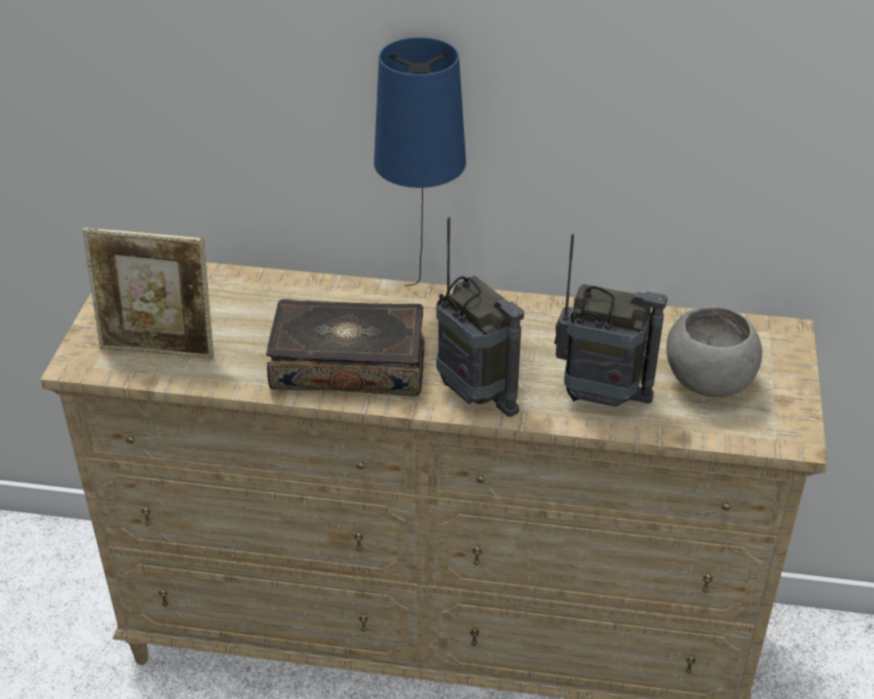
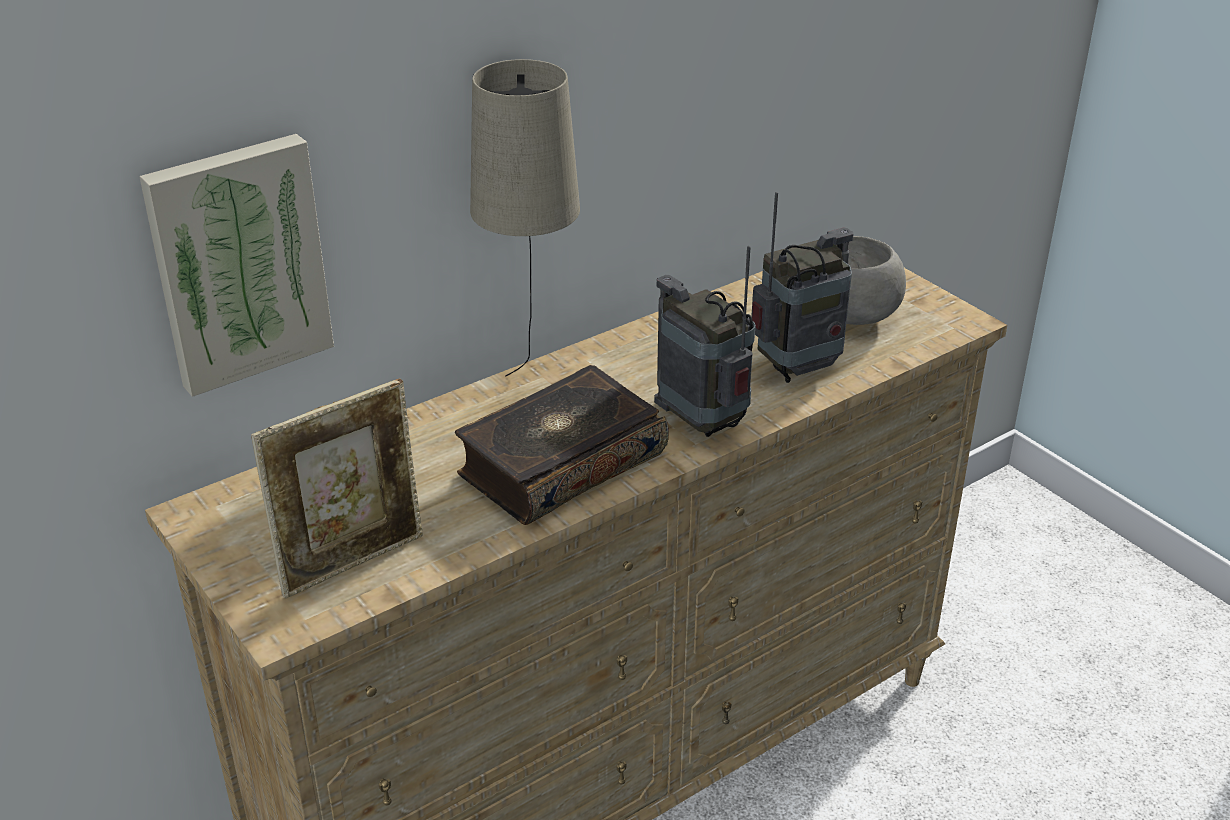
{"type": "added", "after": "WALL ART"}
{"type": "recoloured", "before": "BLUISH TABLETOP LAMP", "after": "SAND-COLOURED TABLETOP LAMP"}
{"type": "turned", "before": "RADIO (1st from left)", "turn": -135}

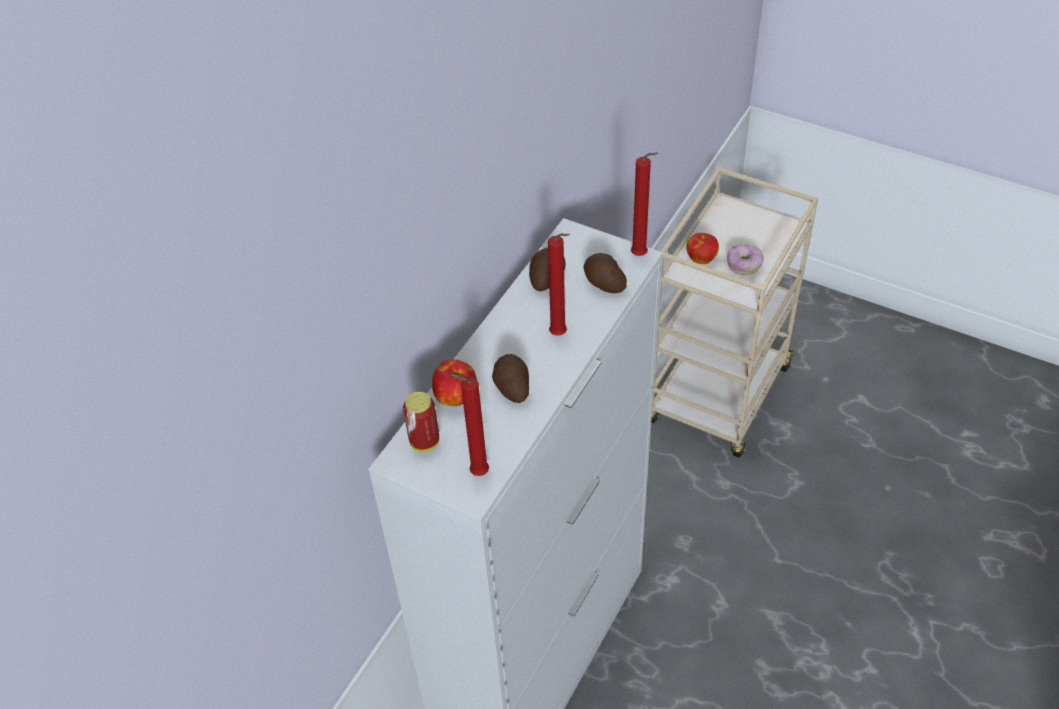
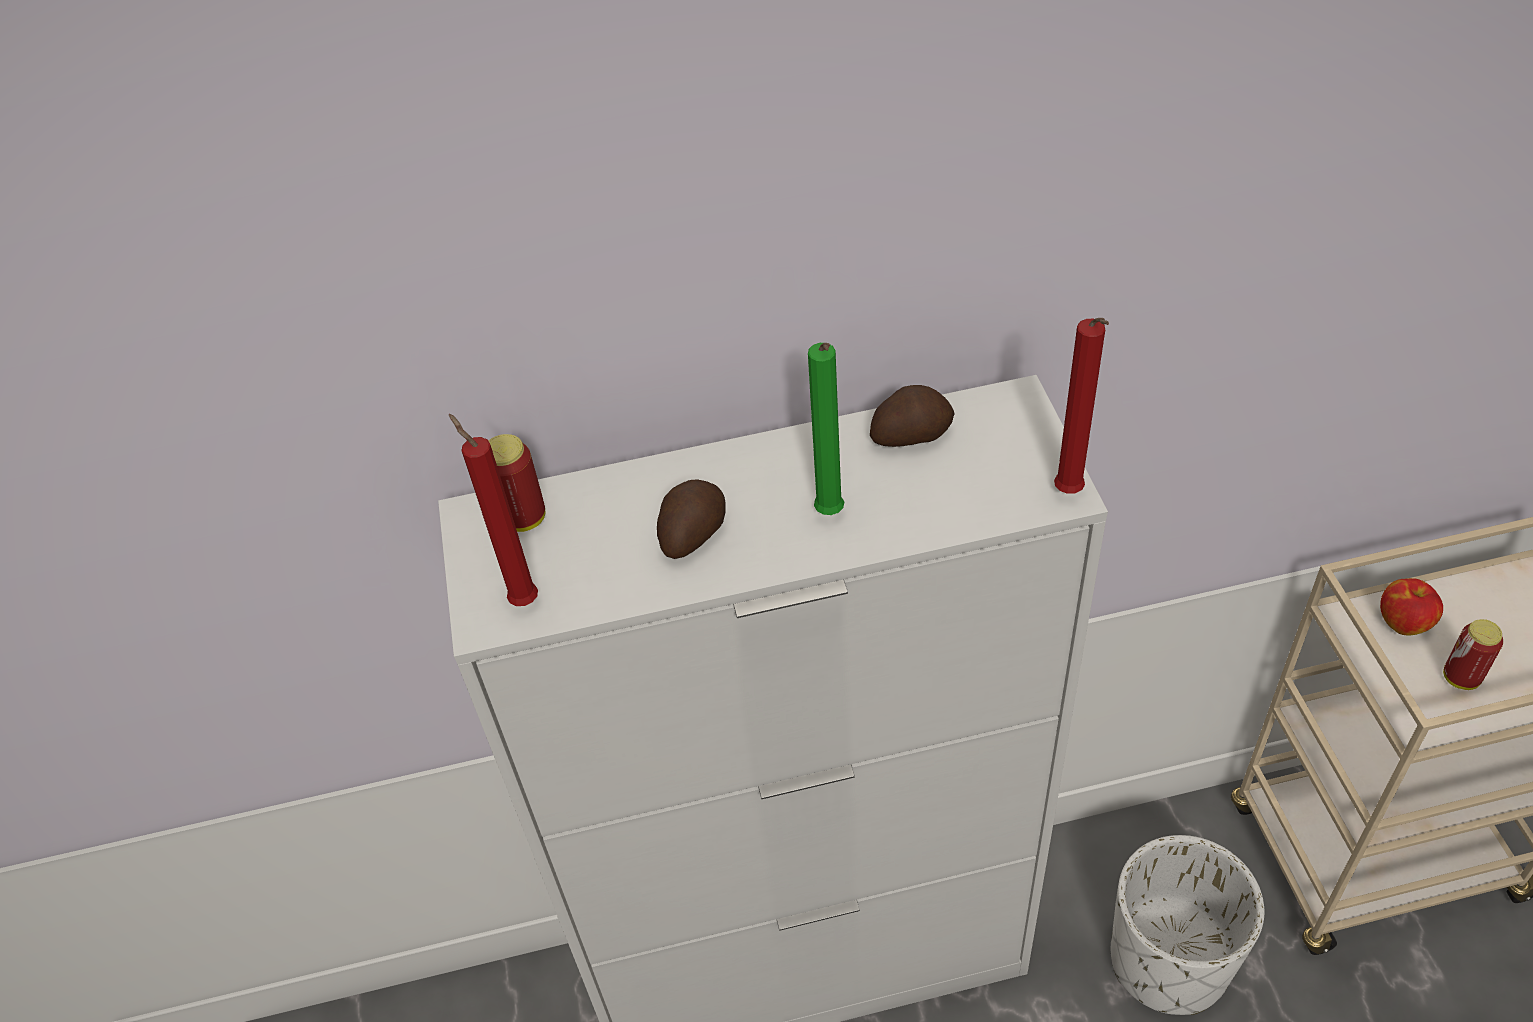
{"type": "removed", "before": "WHOLE APPLE (1st from left)"}
{"type": "removed", "before": "SPUD (3rd from left)"}
{"type": "added", "after": "WHITISH PLANTER"}
{"type": "replaced", "before": "DOUGHNUT", "after": "METAL CAN (2nd from left)"}
{"type": "recoloured", "before": "RED-COLOURED CANDLE (2nd from left)", "after": "GREEN-COLOURED CANDLE"}

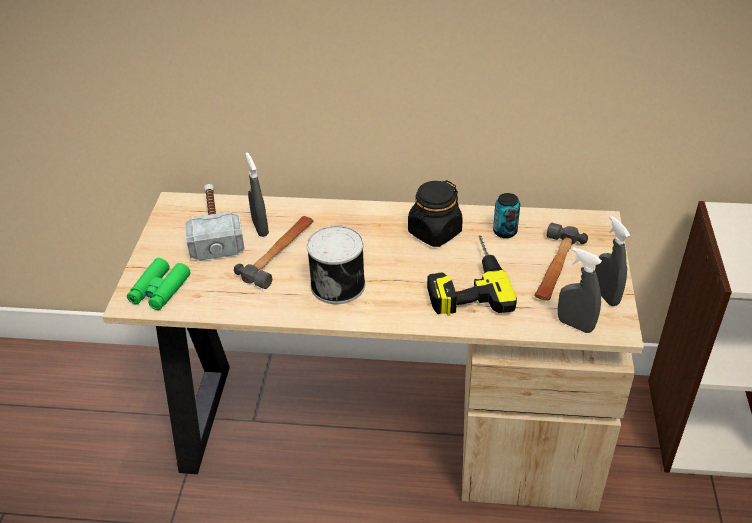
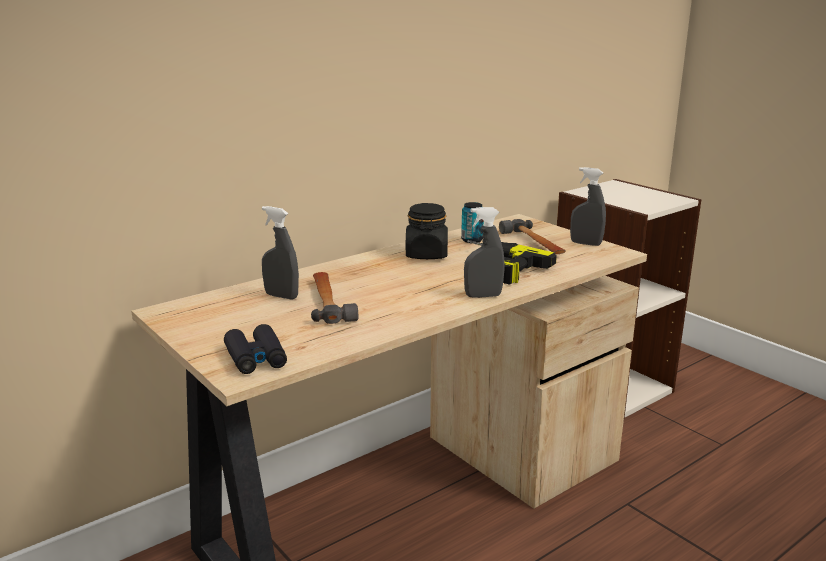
{"type": "removed", "before": "HAMMER (1st from left)"}
{"type": "removed", "before": "METAL CAN (1st from left)"}
{"type": "moved", "before": "GREYISH SPRAY BOTTLE (2nd from left)"}
{"type": "recoloured", "before": "GREEN-COLOURED FIELD GLASSES", "after": "BLACK FIELD GLASSES"}

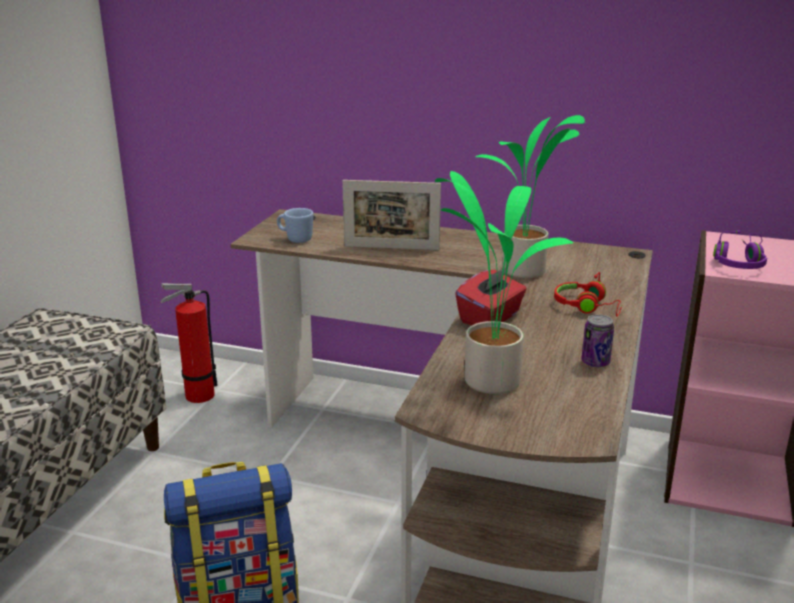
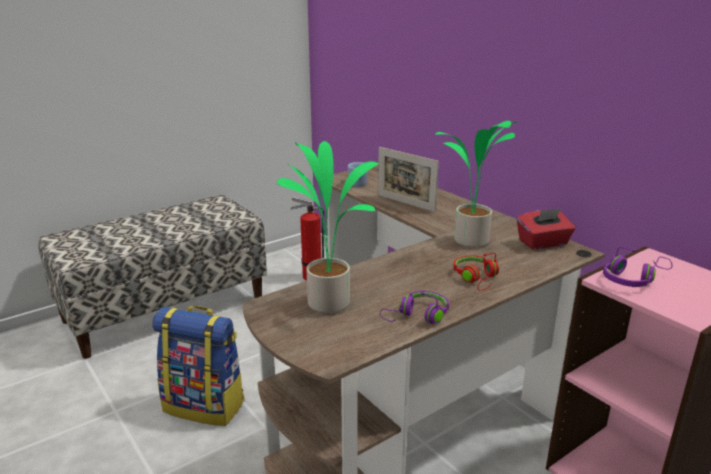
{"type": "moved", "before": "RED-COLOURED TISSUE HOLDER"}
{"type": "replaced", "before": "METAL CAN", "after": "PURPLE HEADPHONES (1st from left)"}

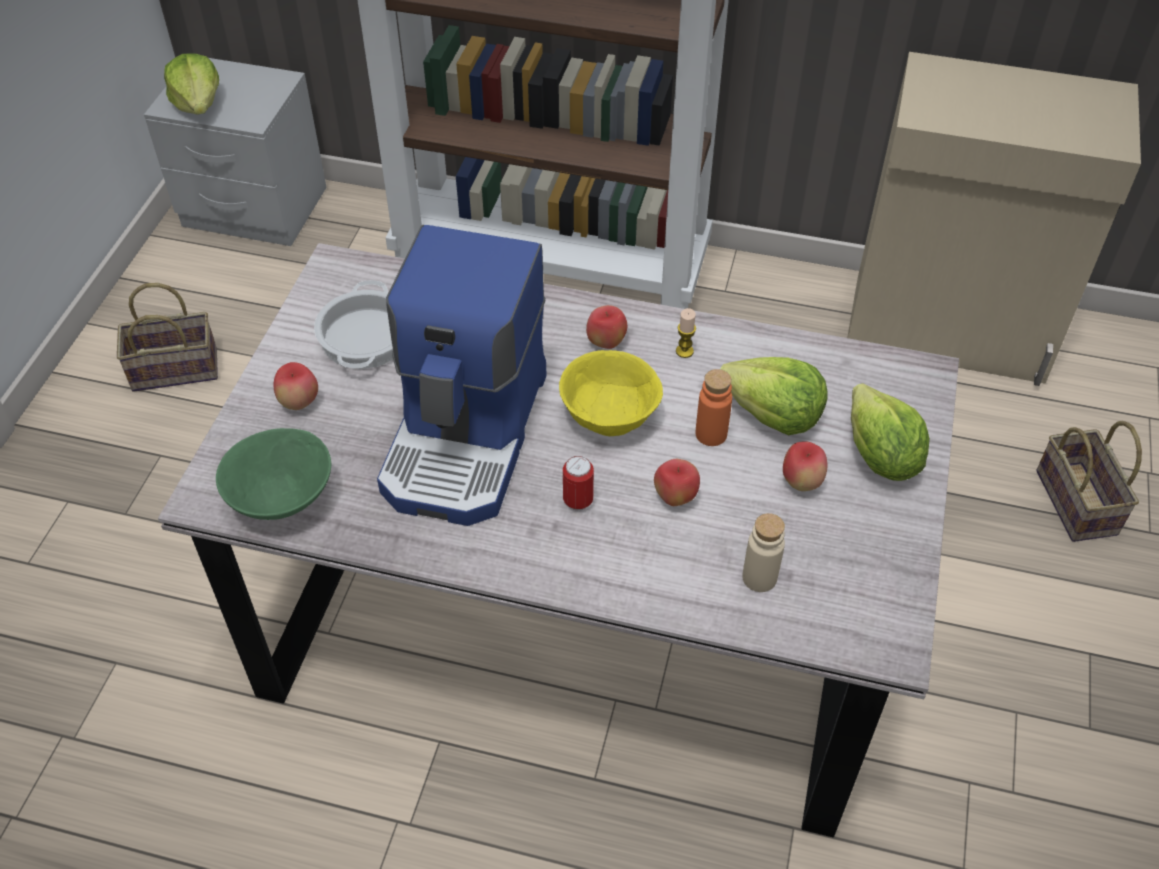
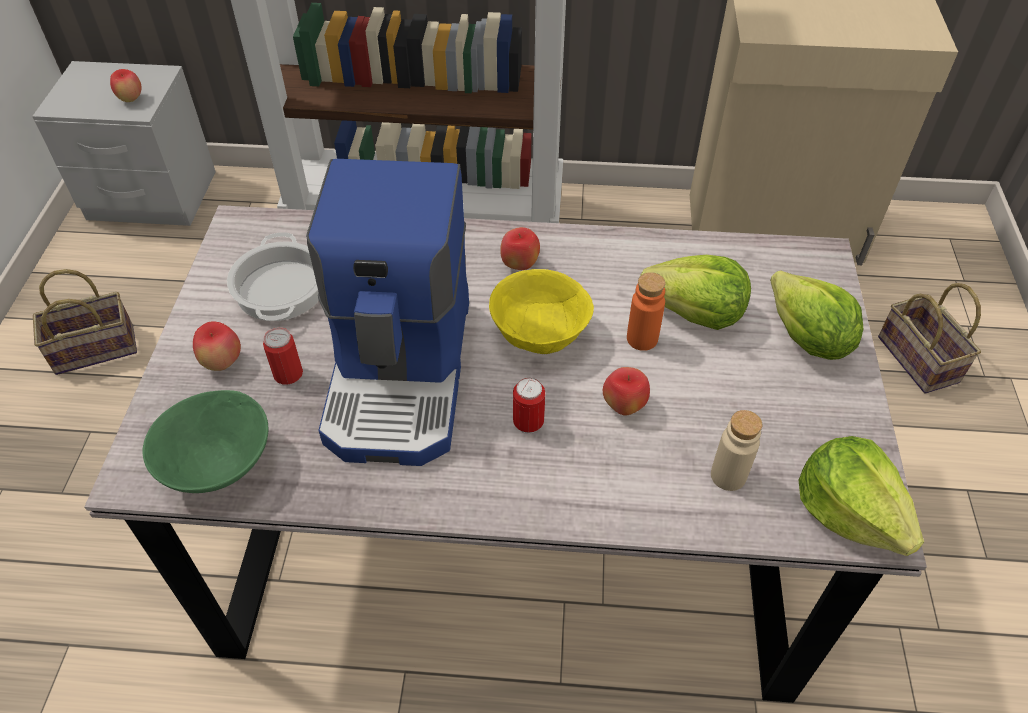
{"type": "removed", "before": "CANDLE"}
{"type": "added", "after": "METAL CAN (1st from left)"}
{"type": "moved", "before": "LETTUCE HEAD (1st from left in the first image)", "after": "LETTUCE HEAD (3rd from left)"}
{"type": "moved", "before": "WHOLE APPLE (4th from left in the first image)", "after": "WHOLE APPLE (1st from left)"}

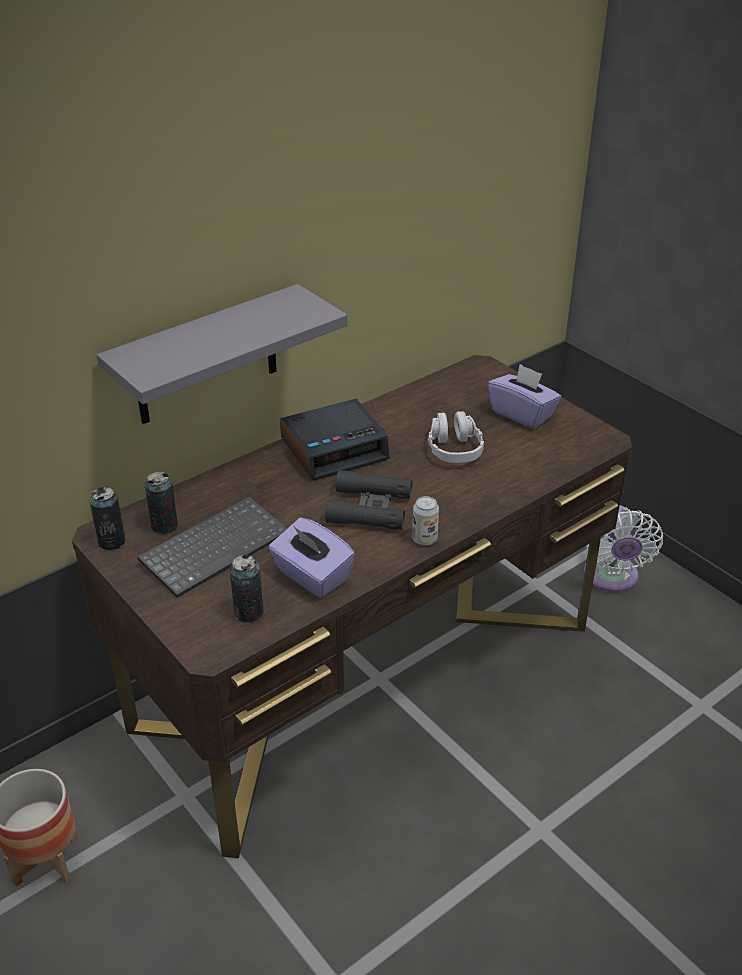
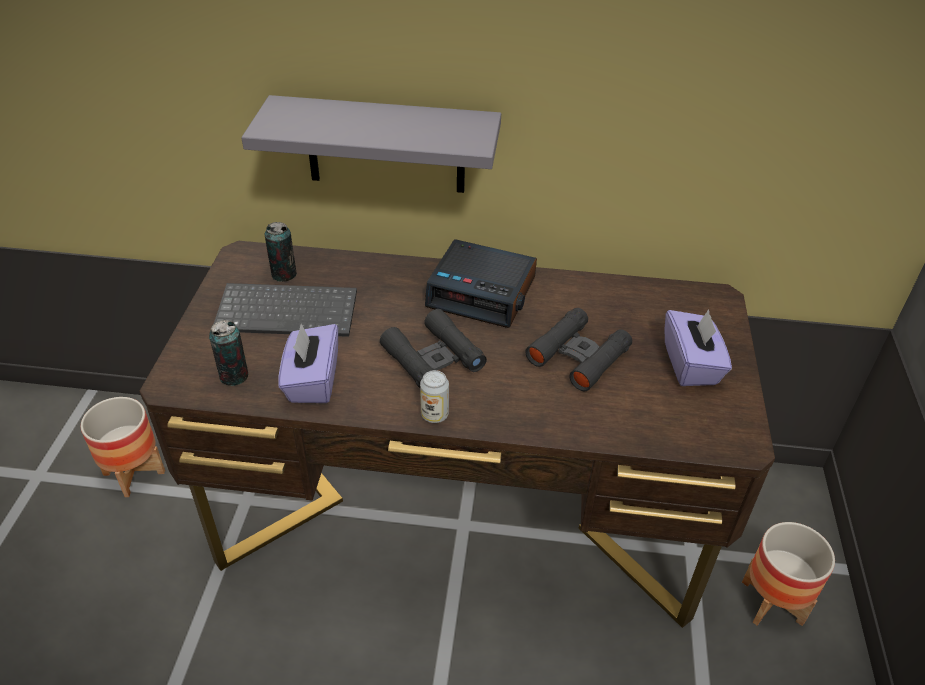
{"type": "removed", "before": "METAL CAN (1st from left)"}
{"type": "replaced", "before": "GREYISH HEADPHONES", "after": "BLACK FIELD GLASSES (2nd from left)"}
{"type": "replaced", "before": "WHITISH FAN", "after": "PLANTER (2nd from left)"}

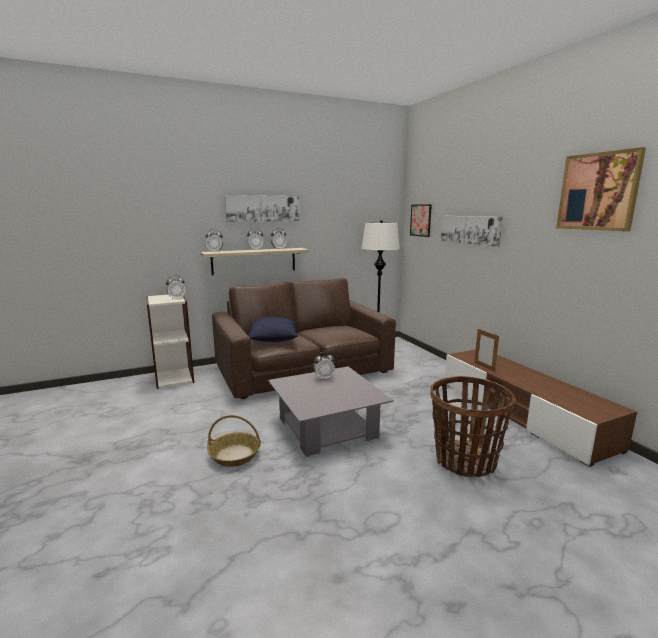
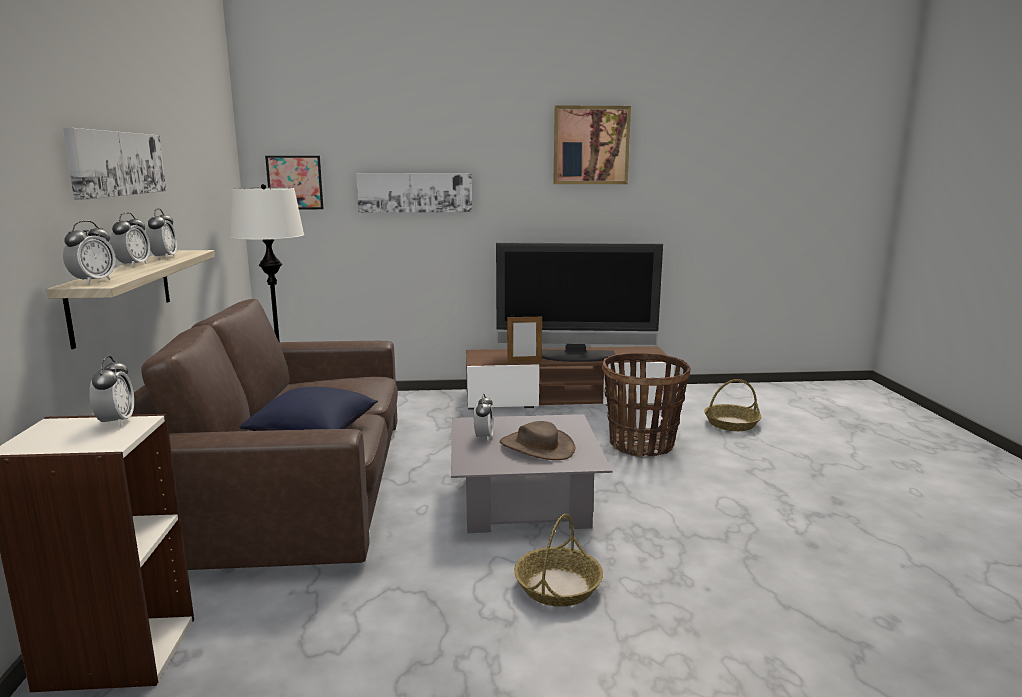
{"type": "added", "after": "TV SET"}
{"type": "added", "after": "BROWN-COLOURED WEARABLE HAT"}
{"type": "added", "after": "STORAGE BASKET (3rd from left)"}

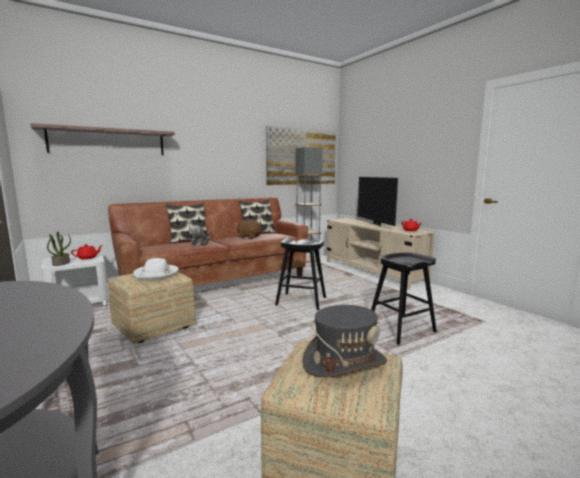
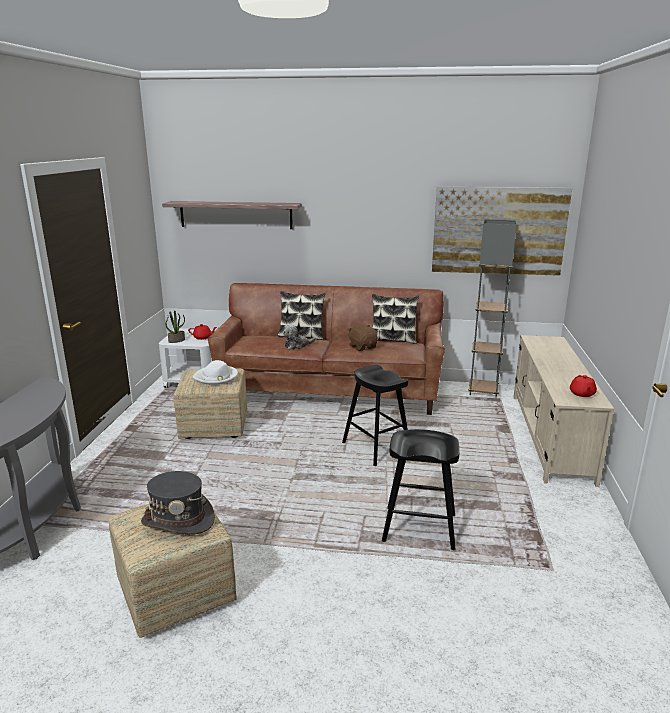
{"type": "removed", "before": "TV SET"}

